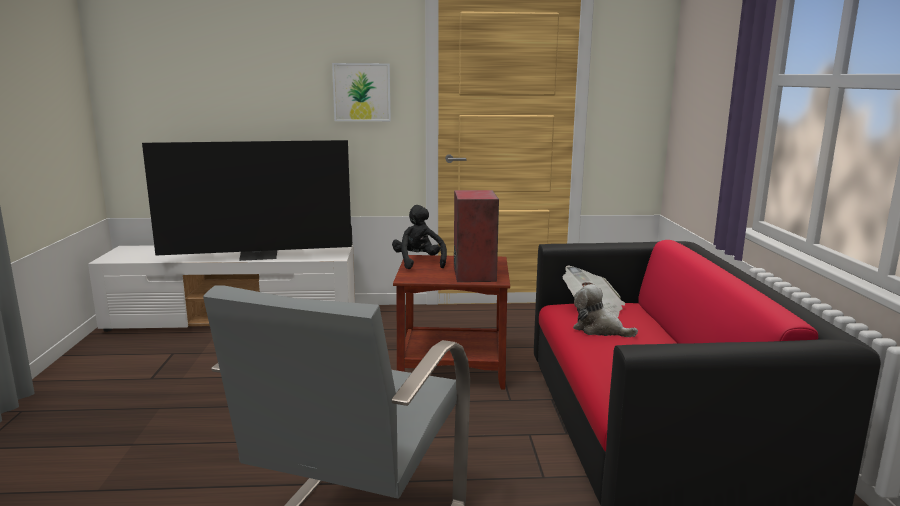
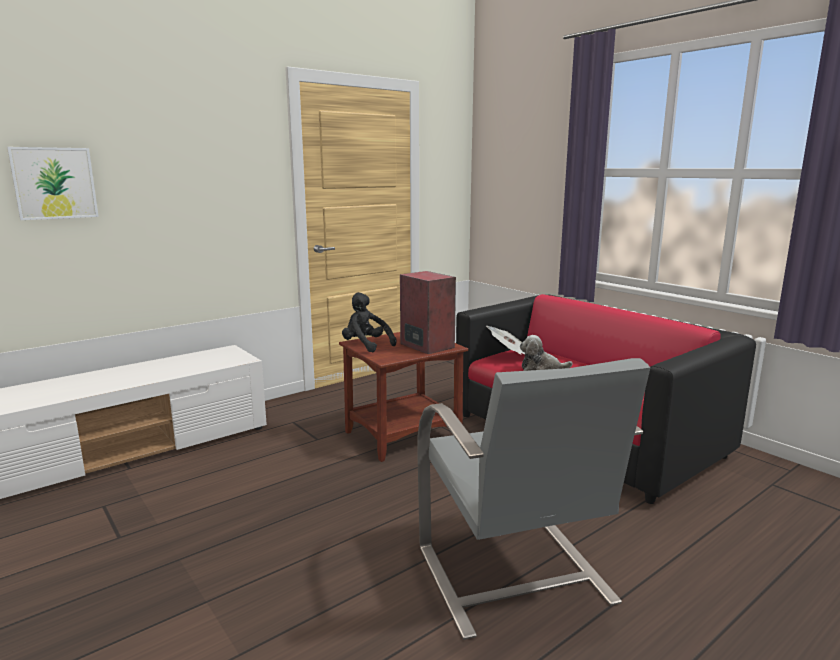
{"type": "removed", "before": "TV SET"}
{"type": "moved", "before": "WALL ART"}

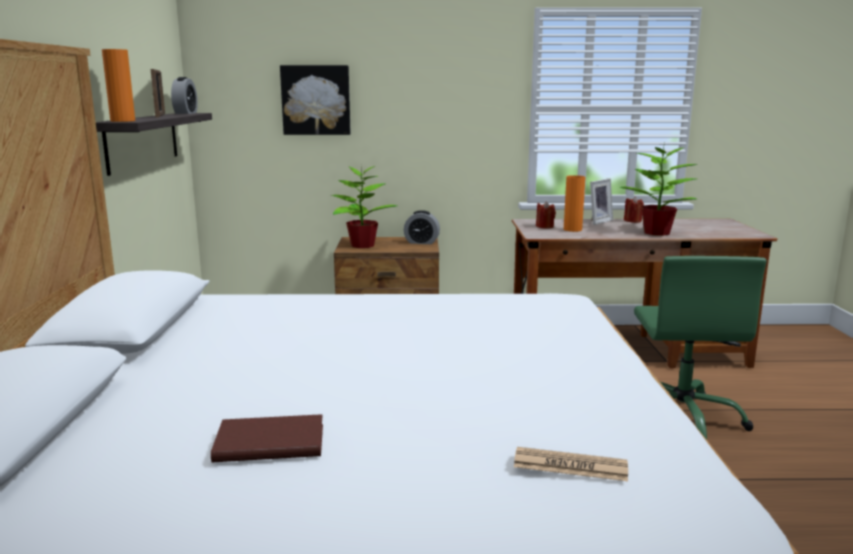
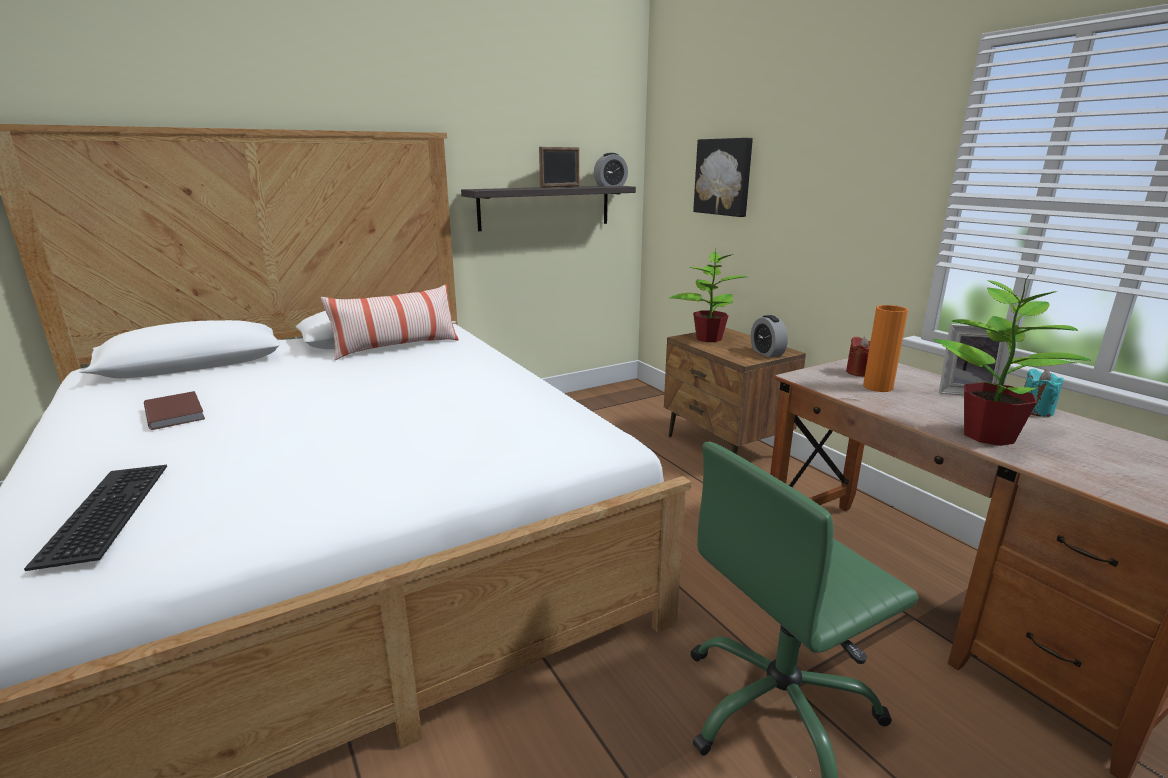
{"type": "removed", "before": "ORANGEY DECORATIVE VASE (1st from left)"}
{"type": "added", "after": "THROW PILLOW"}
{"type": "replaced", "before": "PRINTED PAPER", "after": "KEYBOARD"}
{"type": "recoloured", "before": "RED-COLOURED CANDLE (2nd from left)", "after": "TURQUOISE CANDLE"}

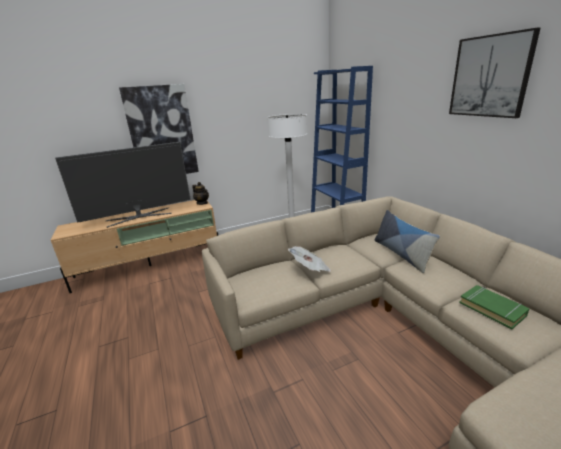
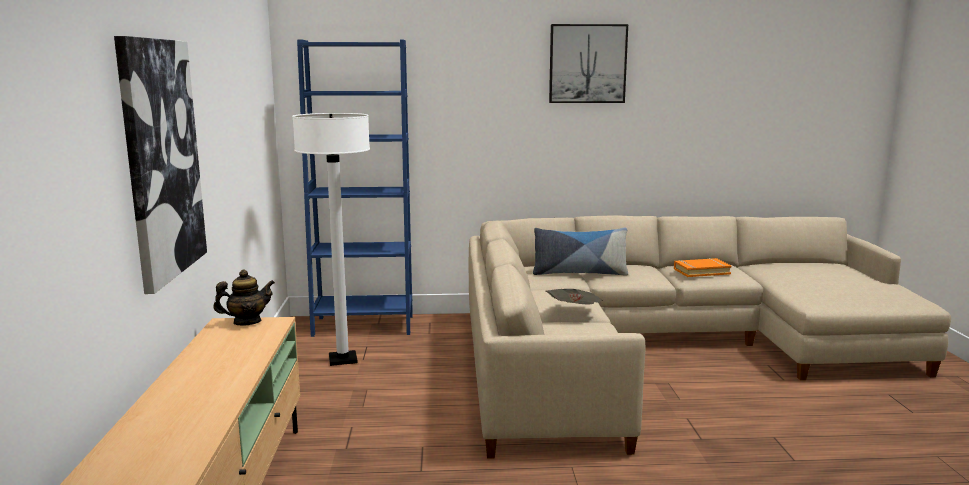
{"type": "removed", "before": "TV SET"}
{"type": "recoloured", "before": "GREEN-COLOURED BOOK", "after": "ORANGEY BOOK"}

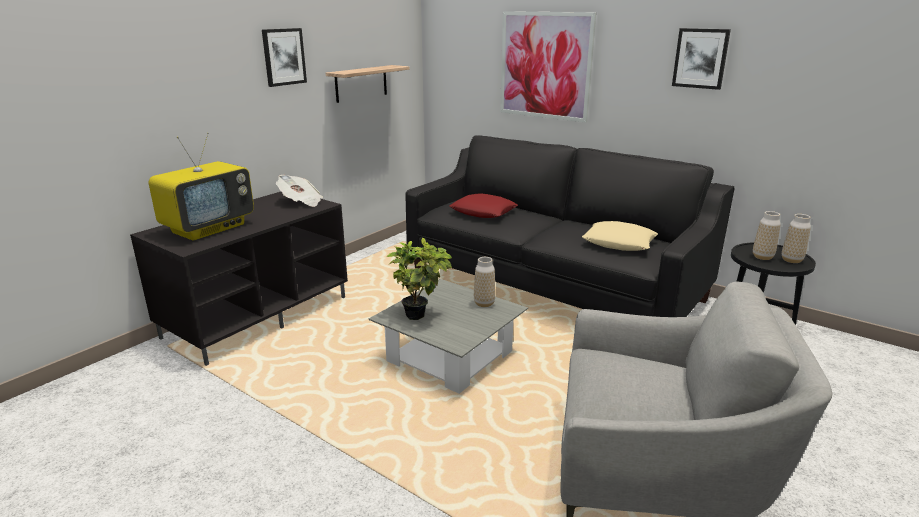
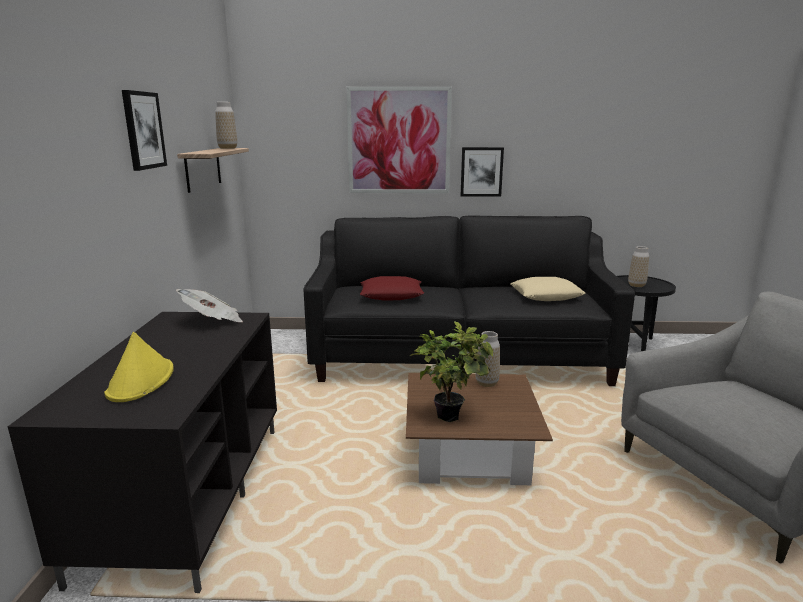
{"type": "moved", "before": "WALL ART (3rd from left)"}
{"type": "moved", "before": "DECORATIVE VASE (3rd from left in the first image)", "after": "DECORATIVE VASE (1st from left)"}
{"type": "replaced", "before": "TV SET", "after": "YELLOWISH WEARABLE HAT"}
{"type": "recoloured", "before": "GREYISH COFFEE TABLE", "after": "BROWN-COLOURED COFFEE TABLE"}

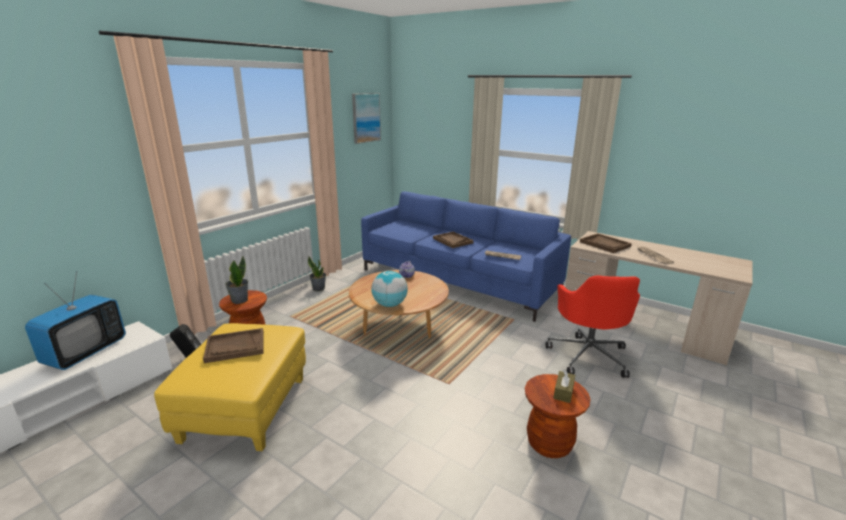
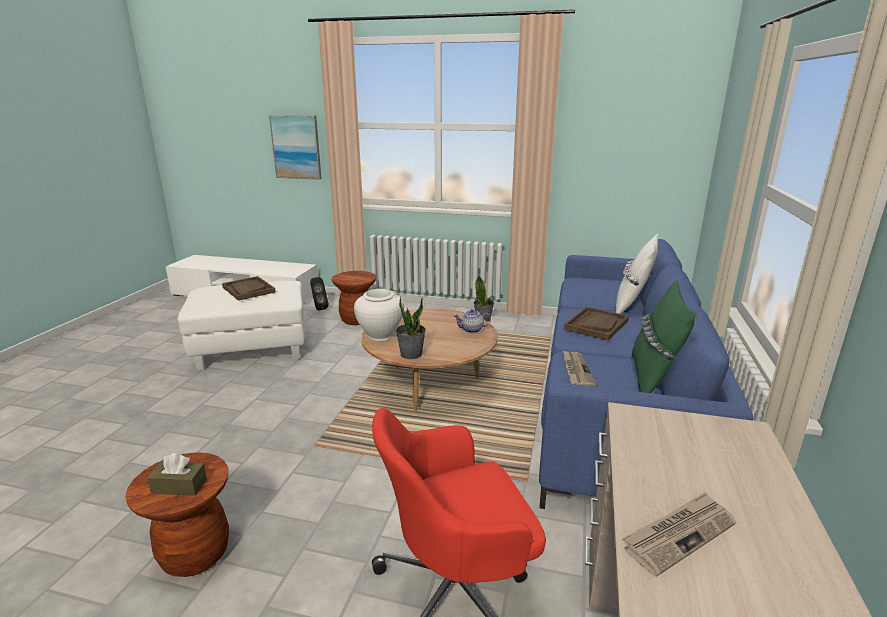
{"type": "removed", "before": "TV SET"}
{"type": "removed", "before": "BROWN-COLOURED SERVING TRAY (3rd from left)"}
{"type": "added", "after": "WHITISH THROW PILLOW"}
{"type": "added", "after": "GREEN-COLOURED THROW PILLOW"}
{"type": "moved", "before": "PLANT IN A POT (1st from left)"}
{"type": "moved", "before": "WALL ART"}
{"type": "replaced", "before": "DESK GLOBE", "after": "WHITISH DECORATIVE VASE"}
{"type": "recoloured", "before": "YELLOWISH OTTOMAN", "after": "WHITISH OTTOMAN"}

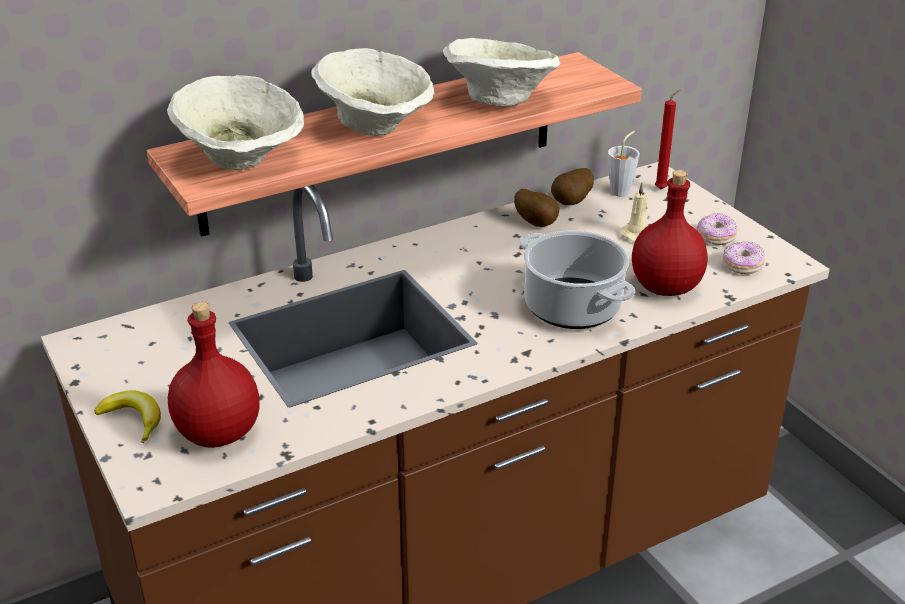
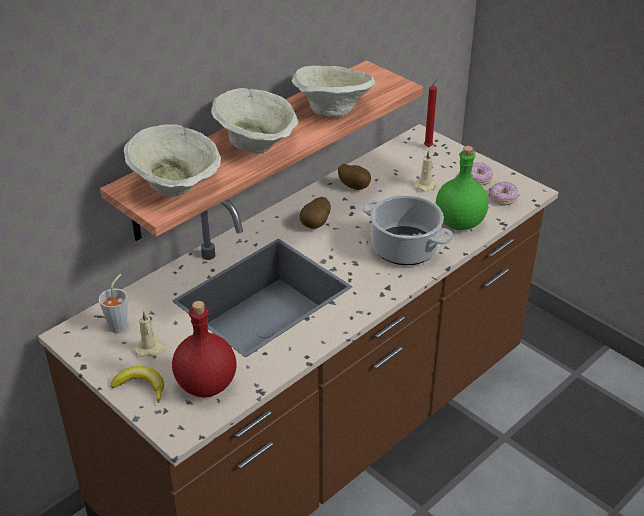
{"type": "added", "after": "SAND-COLOURED CANDLE (1st from left)"}
{"type": "moved", "before": "SPUD (2nd from left in the first image)", "after": "SPUD (1st from left)"}
{"type": "moved", "before": "GREYISH DRINKING CUP"}
{"type": "recoloured", "before": "RED-COLOURED BEVERAGE BOTTLE (2nd from left)", "after": "GREEN-COLOURED BEVERAGE BOTTLE"}

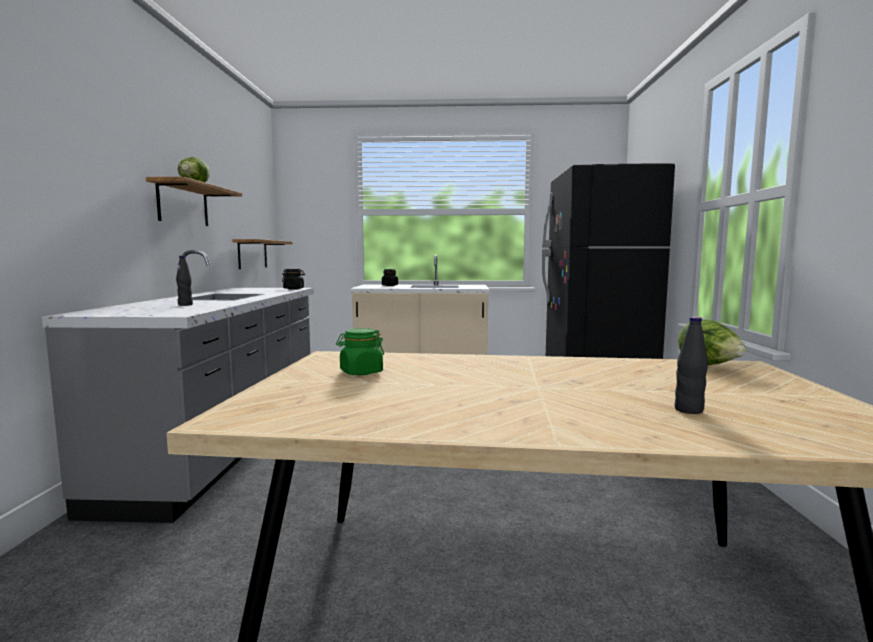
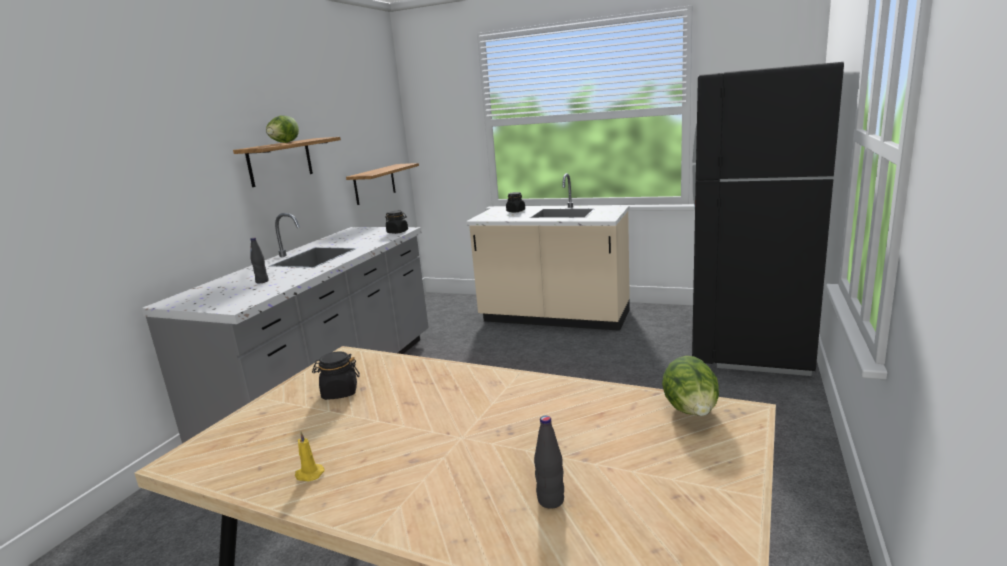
{"type": "added", "after": "YELLOWISH CANDLE"}
{"type": "recoloured", "before": "GREEN-COLOURED JAR", "after": "BLACK JAR (1st from left)"}

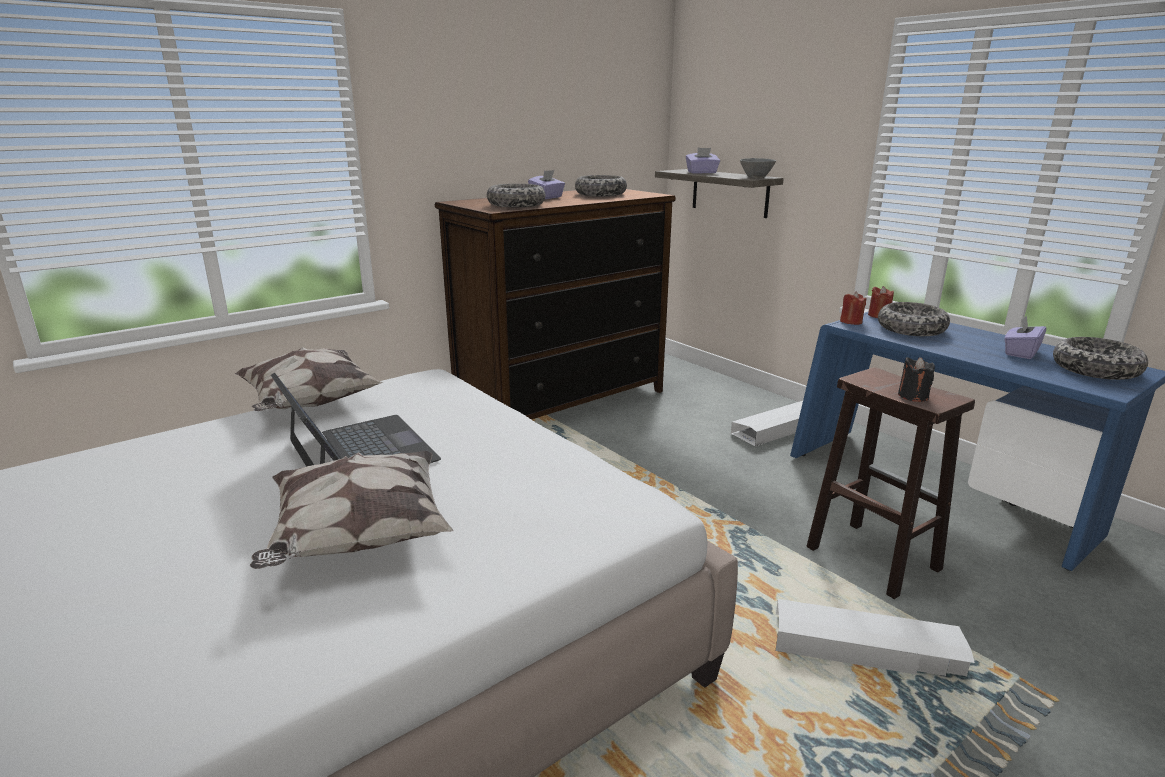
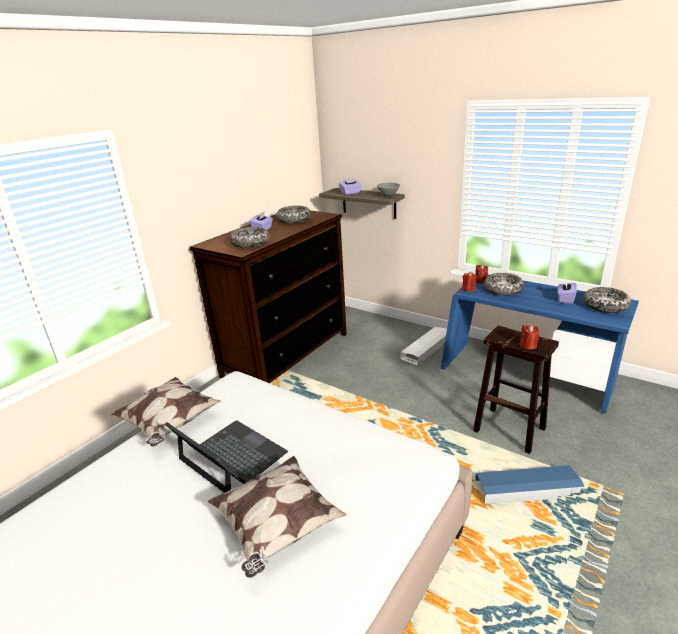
{"type": "recoloured", "before": "WHITISH STORAGE CONTAINER (2nd from left)", "after": "BLUISH STORAGE CONTAINER"}
{"type": "recoloured", "before": "BLACK CANDLE", "after": "RED-COLOURED CANDLE (3rd from left)"}

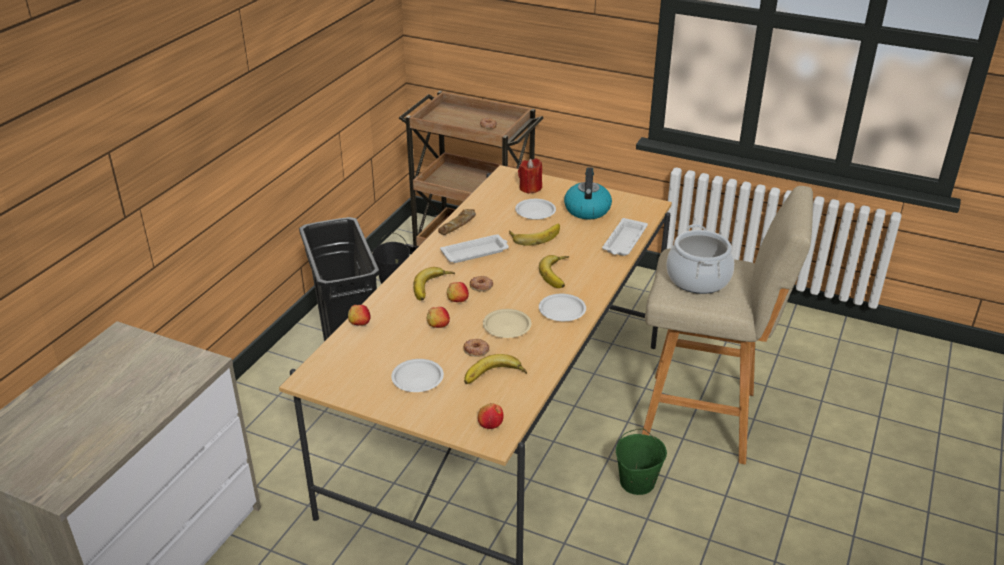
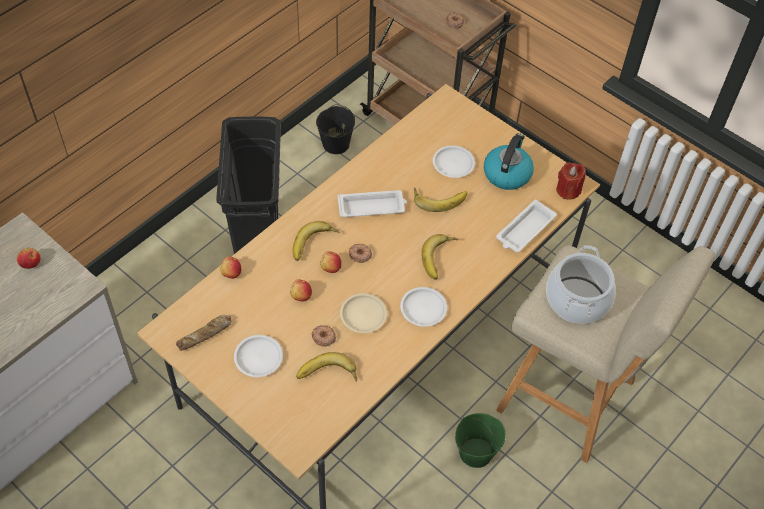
{"type": "moved", "before": "BAKED BREAD"}
{"type": "moved", "before": "WHOLE APPLE (4th from left in the first image)", "after": "WHOLE APPLE (1st from left)"}
{"type": "moved", "before": "RED-COLOURED CANDLE"}

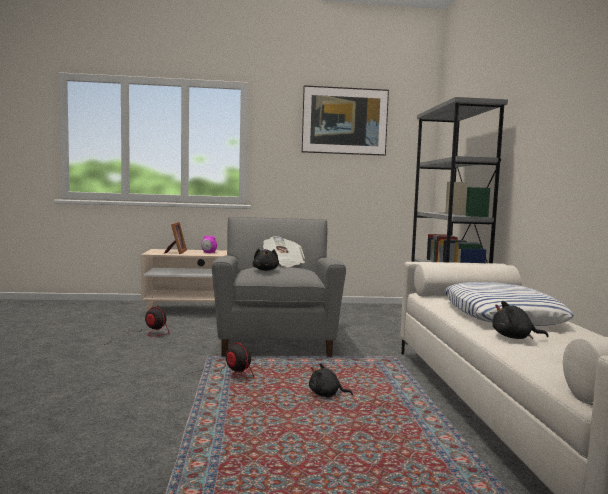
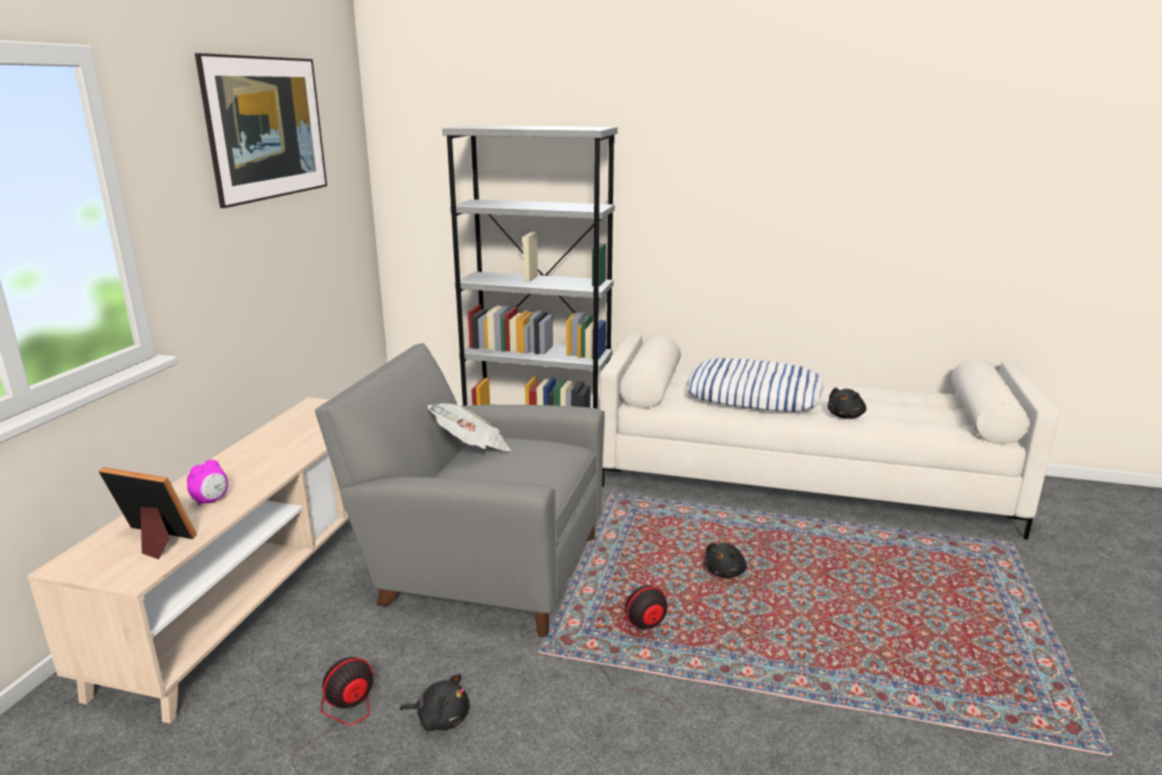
{"type": "moved", "before": "BLACK SOFT TOY (1st from left)"}

